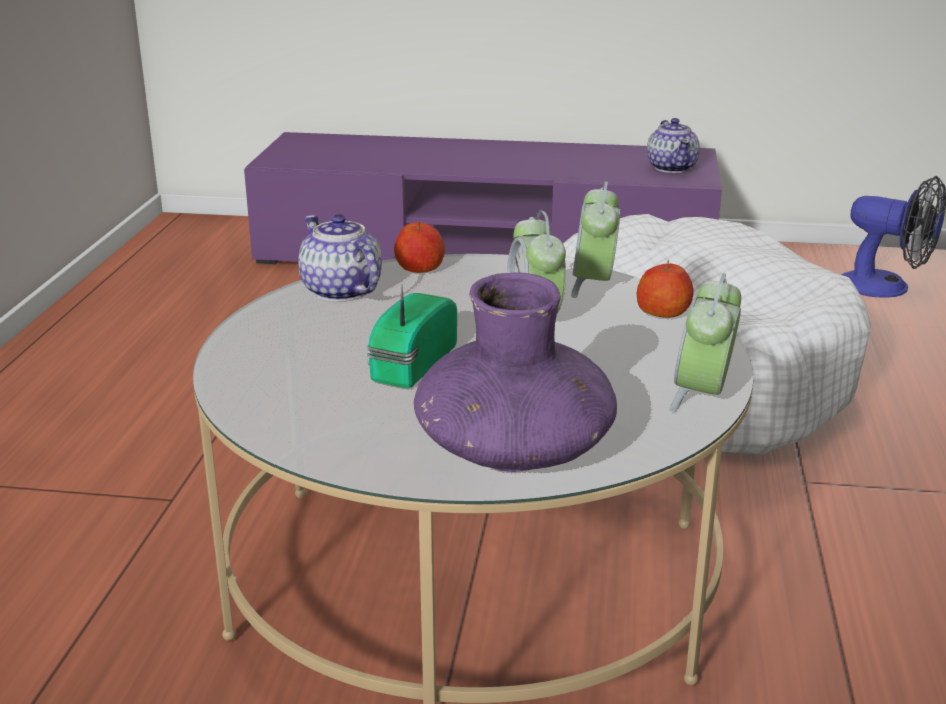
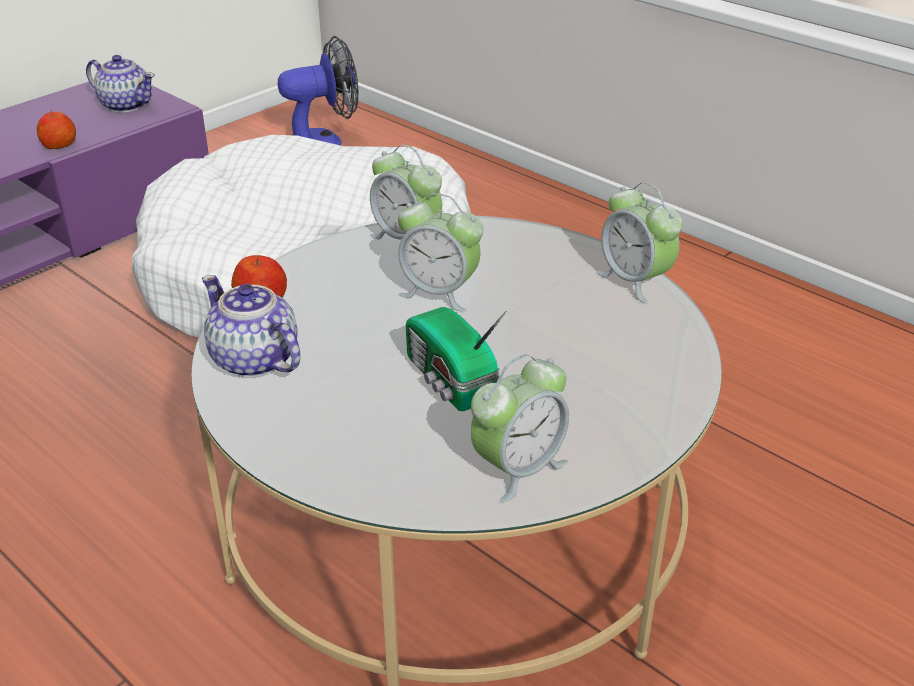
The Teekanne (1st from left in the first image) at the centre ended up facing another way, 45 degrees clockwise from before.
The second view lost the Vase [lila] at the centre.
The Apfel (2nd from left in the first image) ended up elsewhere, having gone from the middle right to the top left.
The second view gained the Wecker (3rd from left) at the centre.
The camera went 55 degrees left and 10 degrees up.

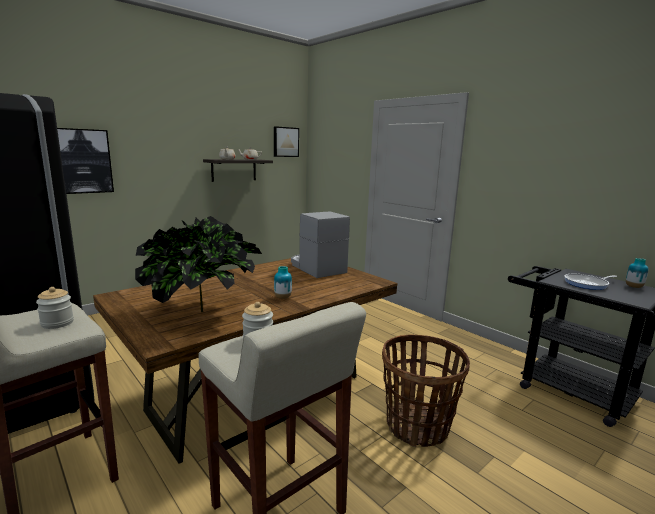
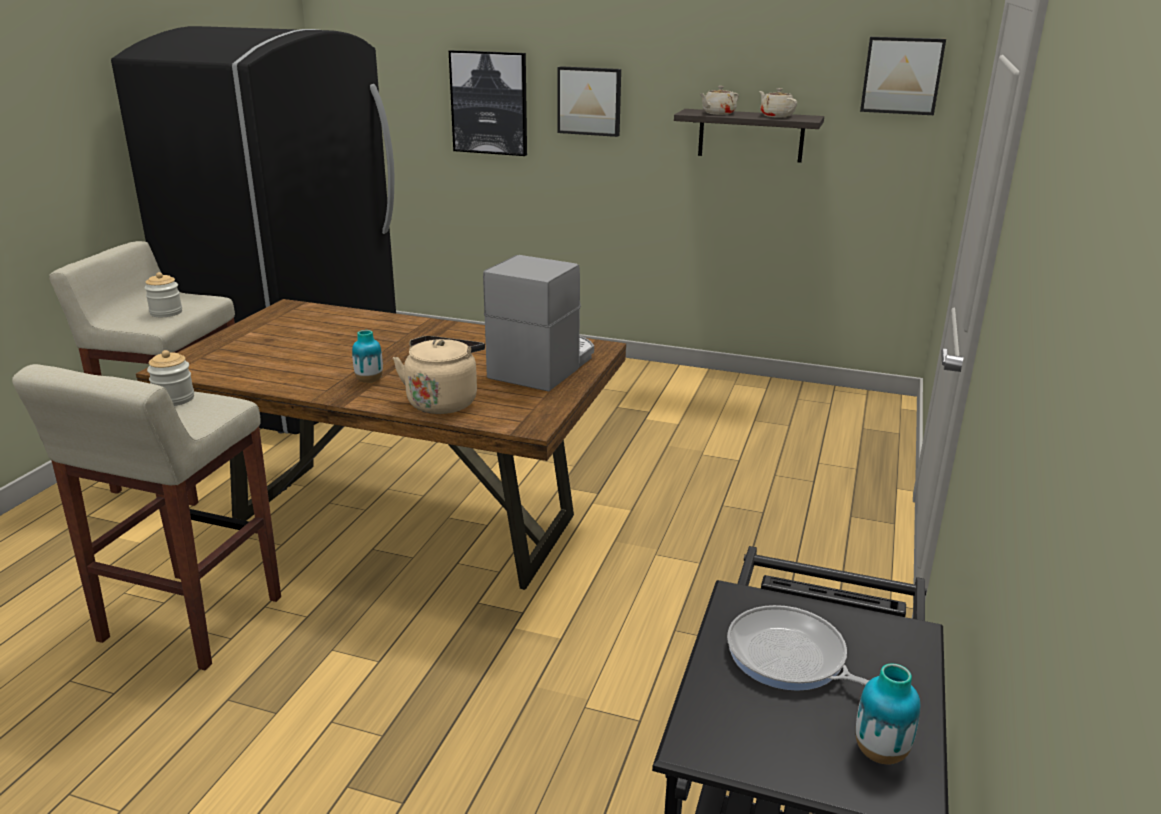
The second view lost the Topfpflanze at the middle left.
The second view lost the Korb at the bottom centre.
The second view gained the Wasserkessel [beige] at the centre.
The second view gained the Bild (2nd from left) at the top centre.
The camera went 60 degrees right and 10 degrees up.

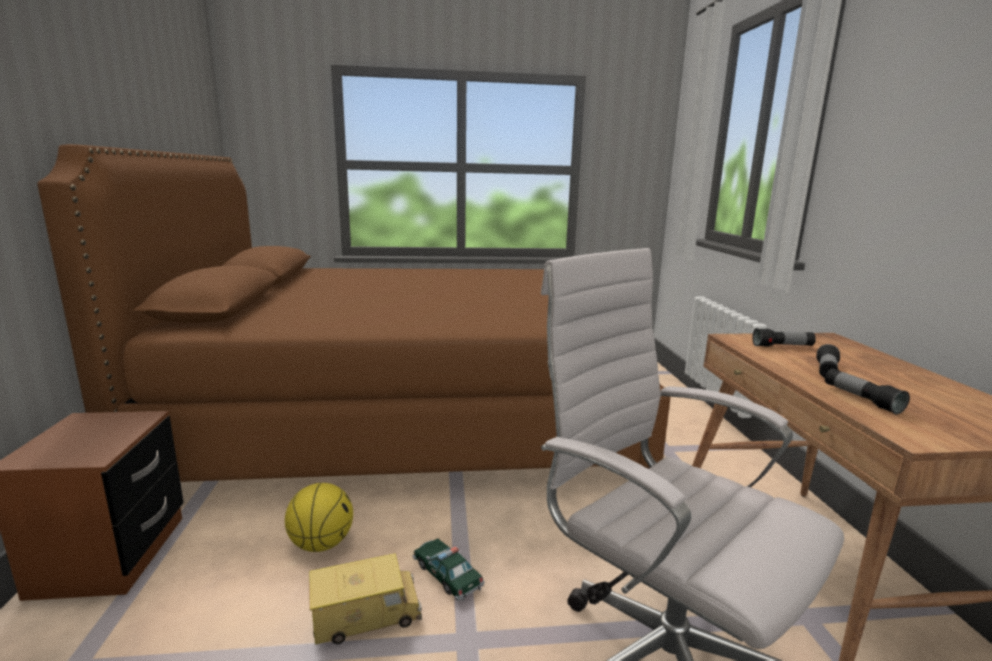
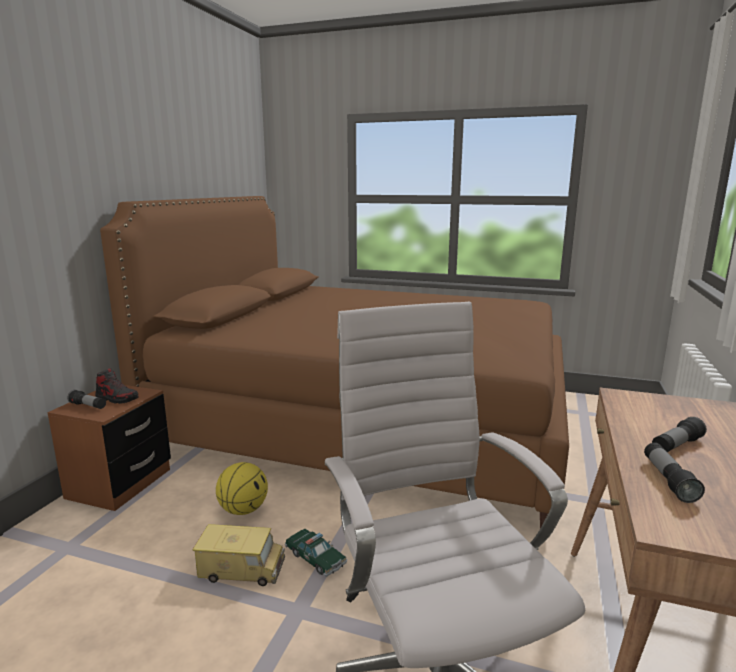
The Spielzeugauto at the bottom centre ended up facing another way, 150 degrees clockwise from before.
The Taschenlampe (1st from left) ended up elsewhere, having gone from the middle right to the middle left.
The second view gained the Schuh at the middle left.
The camera went 25 degrees right and 0 degrees up.

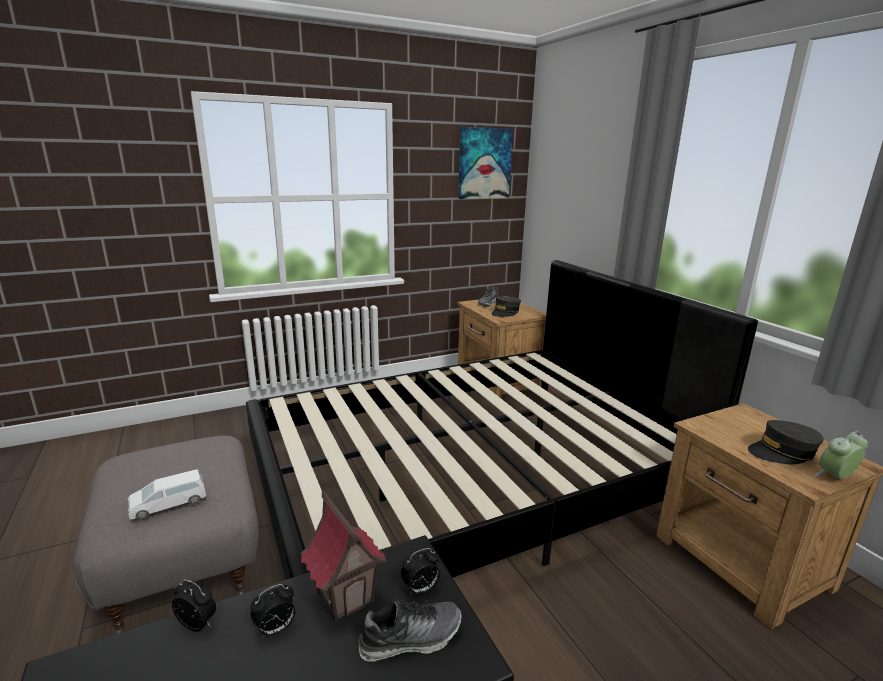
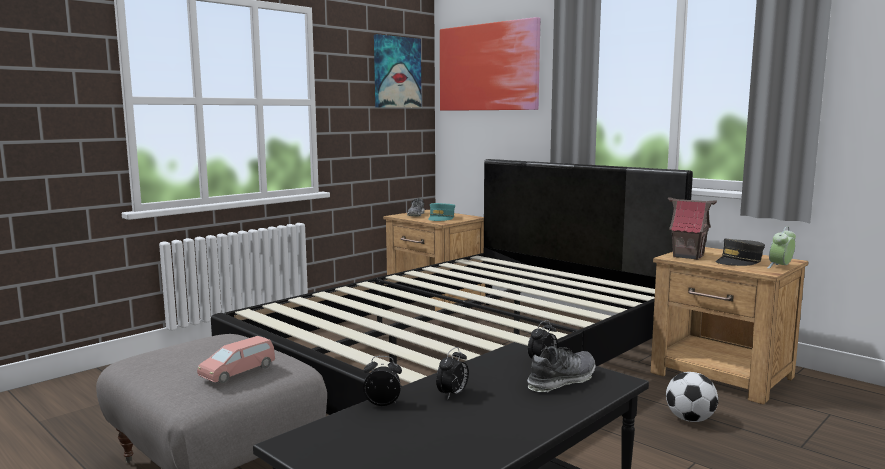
What was the Spielzeugauto [weiß] at the bottom left turned into the Spielzeugauto [rosa] at the bottom left.
The Spielzeughaus ended up elsewhere, having gone from the bottom centre to the middle right.
What was the Kappe [grau] (1st from left) at the centre turned into the Kappe [türkis] at the centre.
The second view gained the Bild (2nd from left) at the top centre.
The second view gained the Fußball at the bottom right.
The camera went 20 degrees left and 10 degrees down.

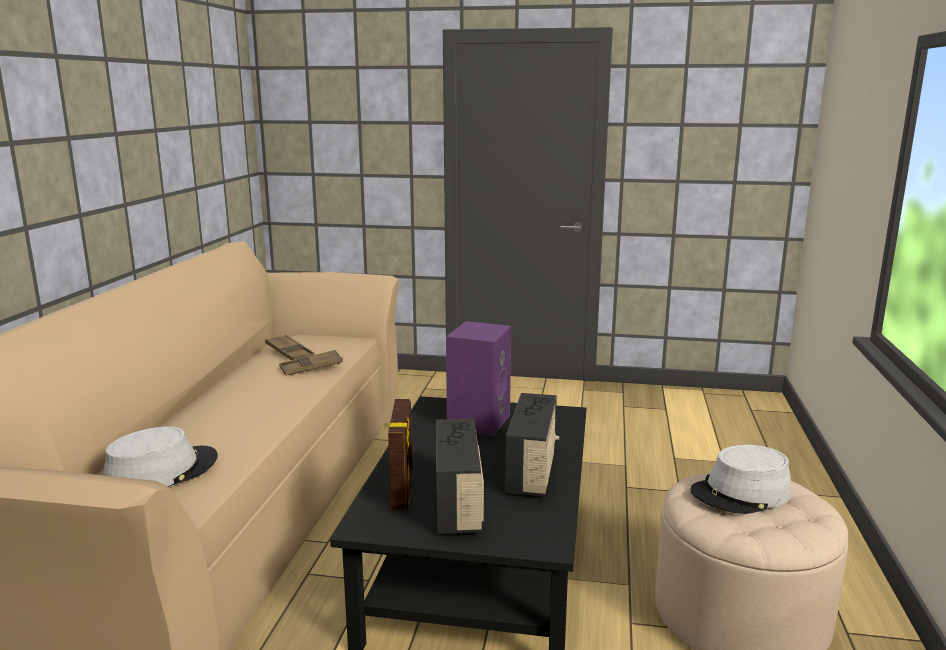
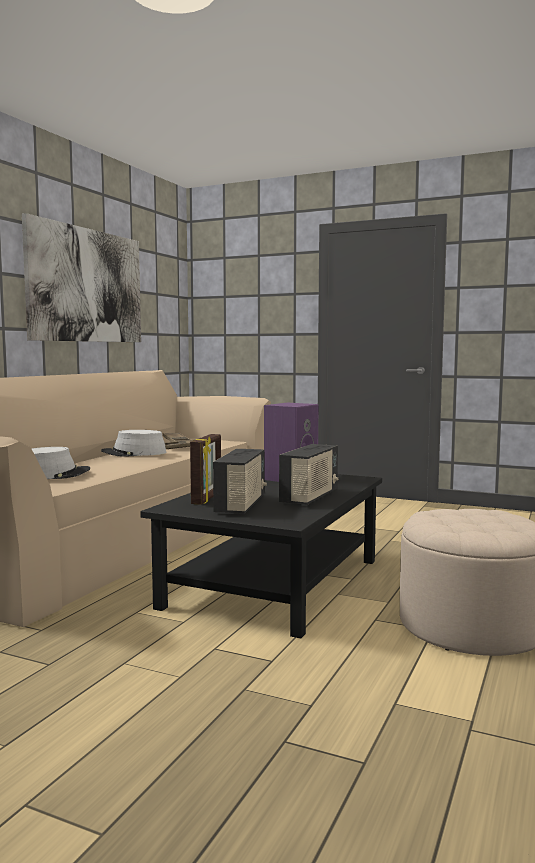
The Hut [grau] (2nd from left) ended up elsewhere, having gone from the bottom right to the middle left.
The second view gained the Bild at the top left.
The camera went 15 degrees right and 10 degrees down.

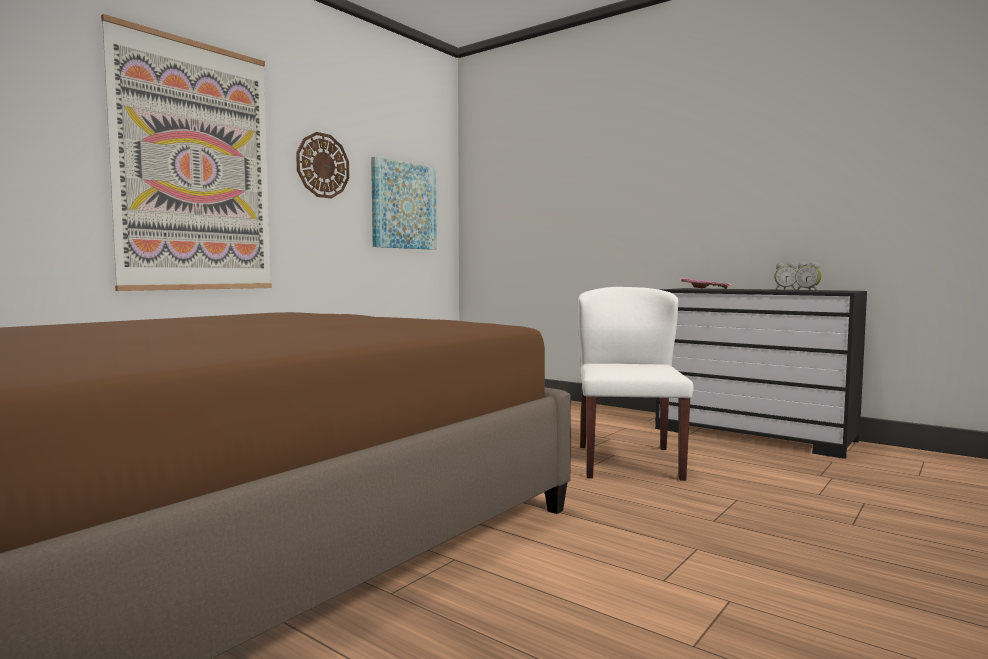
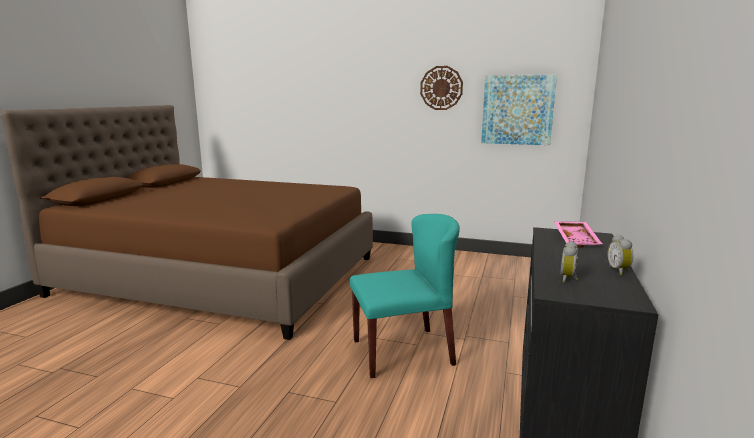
The second view lost the Bild (1st from left) at the top left.
What was the Stuhl [weiß] at the centre turned into the Stuhl [türkis] at the bottom centre.
The camera went 70 degrees right and 10 degrees up.

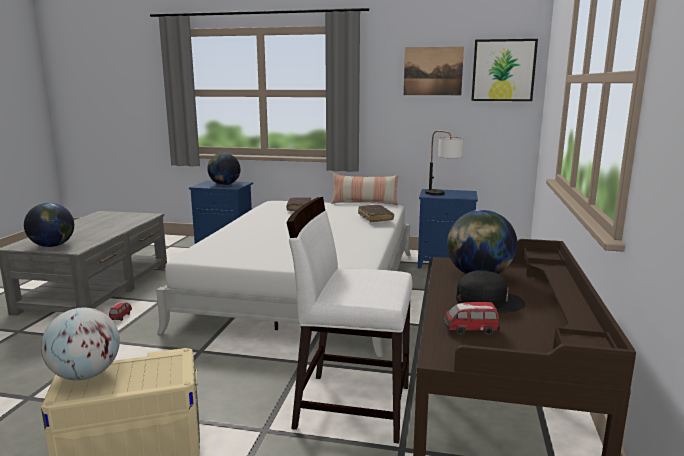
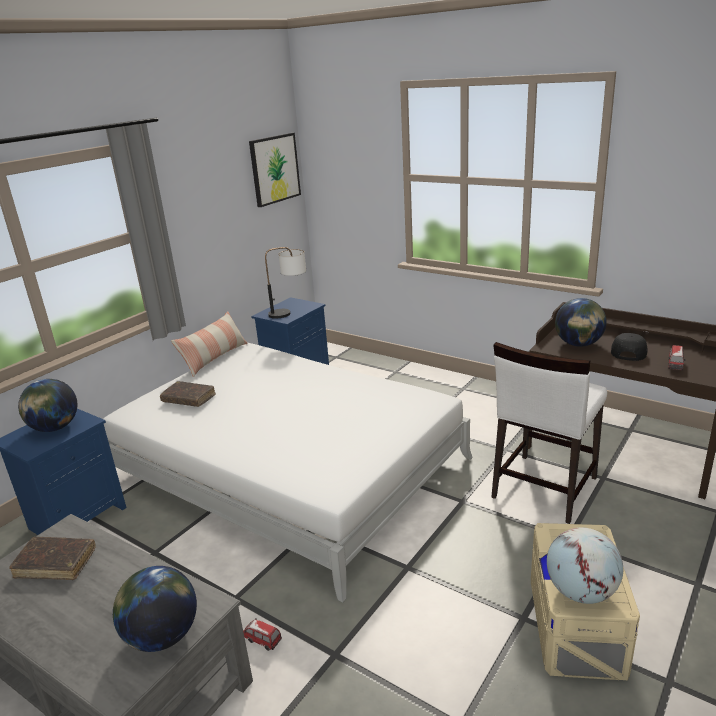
The Buch [braun] (2nd from left in the first image) ended up elsewhere, having gone from the centre to the bottom left.
The second view lost the Bild (1st from left) at the top centre.
The camera went 65 degrees left and 10 degrees up.

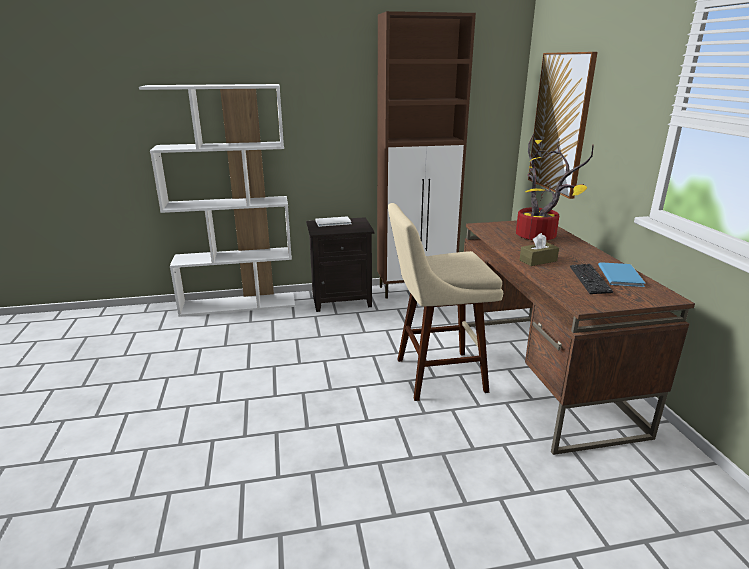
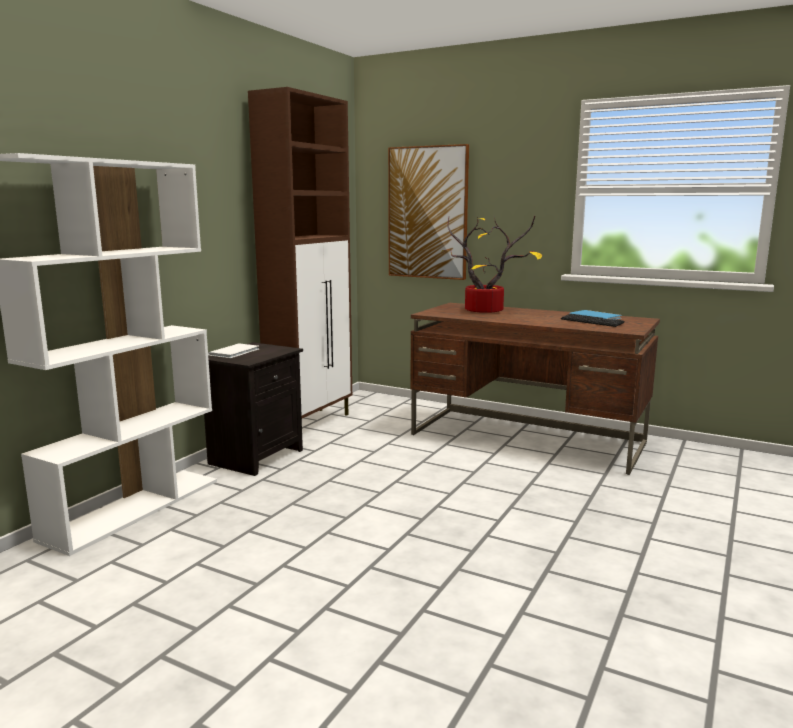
The second view lost the Hocker [beige] at the centre.
The second view lost the Taschentuchbox [braun] at the middle right.
The camera went 50 degrees left and 10 degrees down.

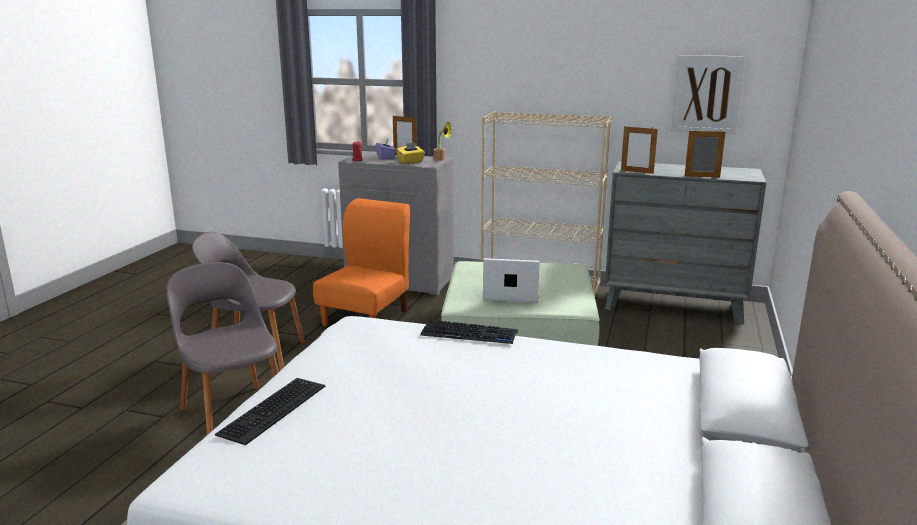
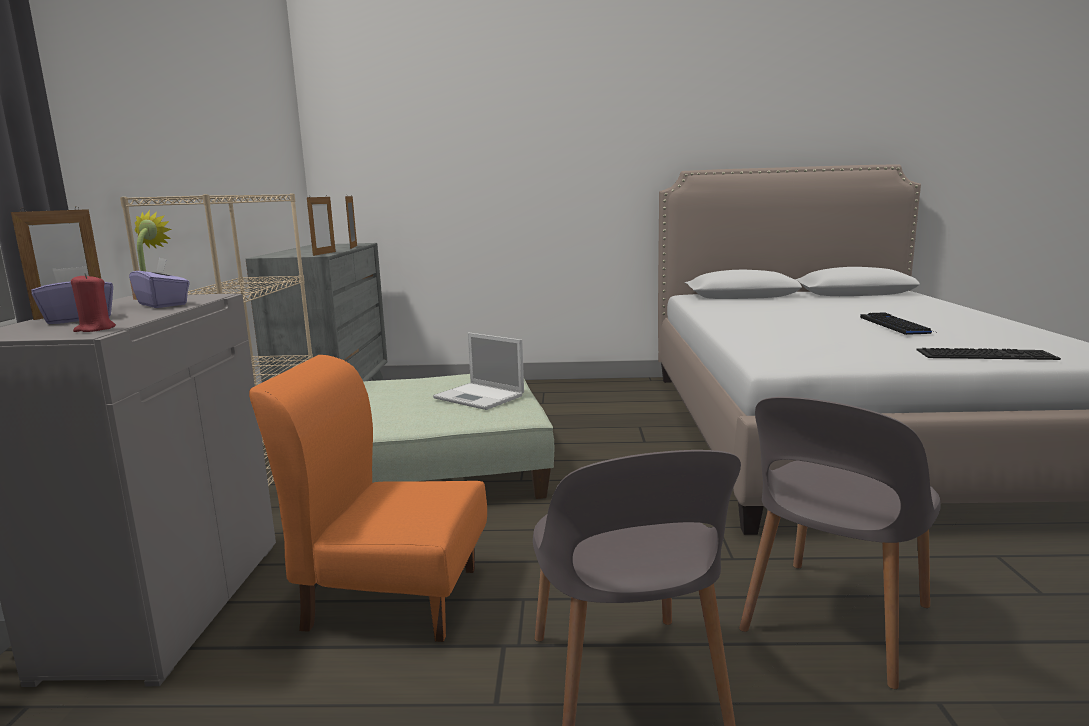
What was the Taschentuchbox [gelb] at the top centre turned into the Taschentuchbox [lila] (2nd from left) at the middle left.
The Tastatur (2nd from left in the first image) ended up elsewhere, having gone from the centre to the middle right.
The Laptop at the centre ended up facing another way, 45 degrees counterclockwise from before.
The second view lost the Bild at the top right.
The camera went 105 degrees left and 5 degrees down.

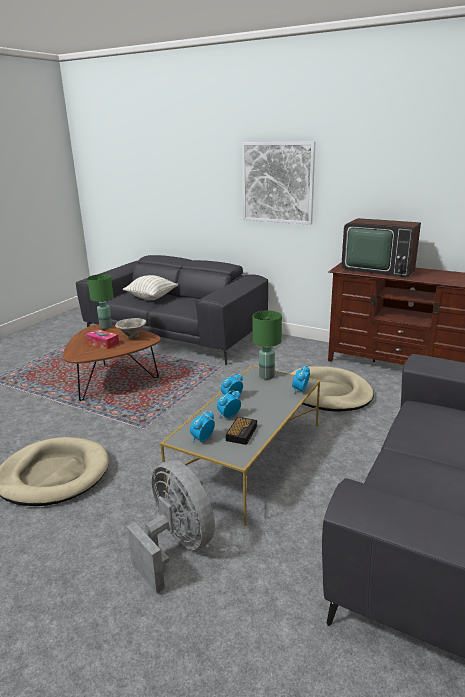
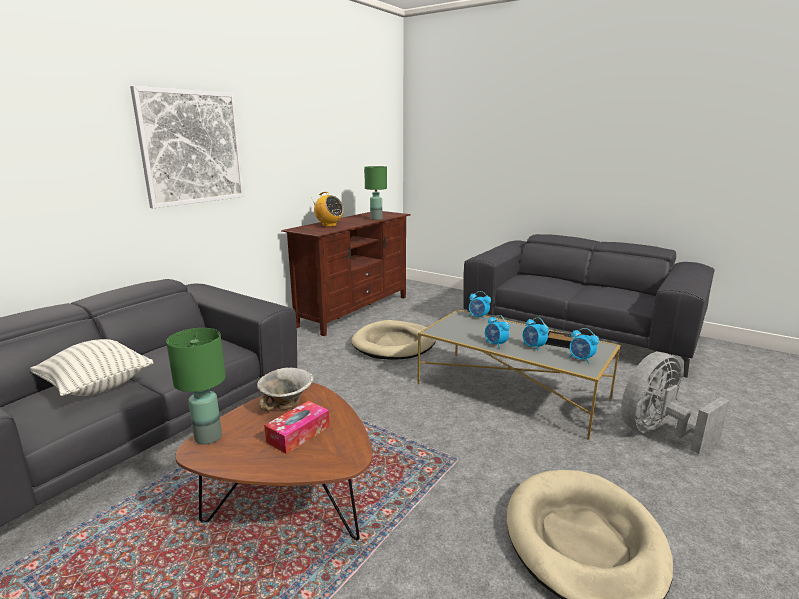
The Tischlampe [grün] (2nd from left) ended up elsewhere, having gone from the centre to the top centre.
Where the Fernseher stood at the middle right, the Radio came to stand at the centre.
The camera went 85 degrees left and 5 degrees down.

